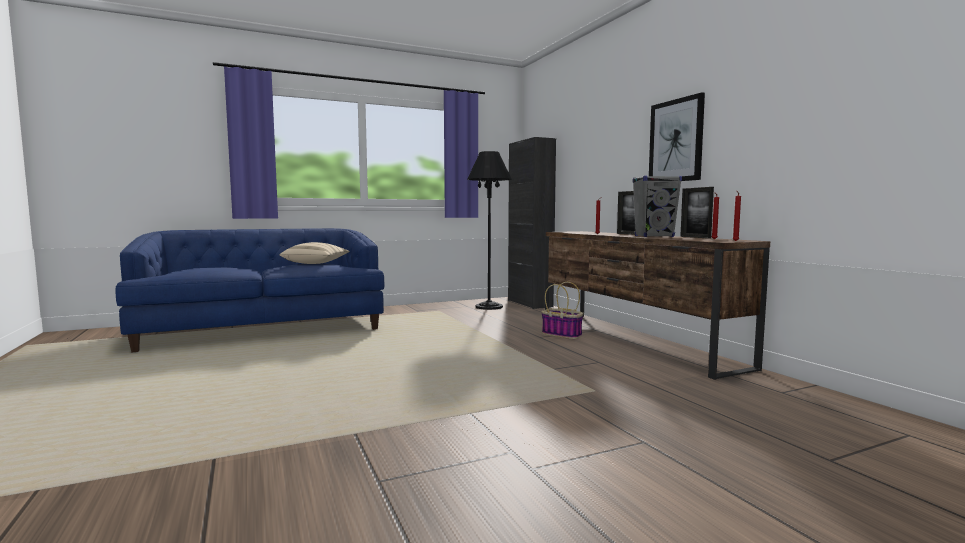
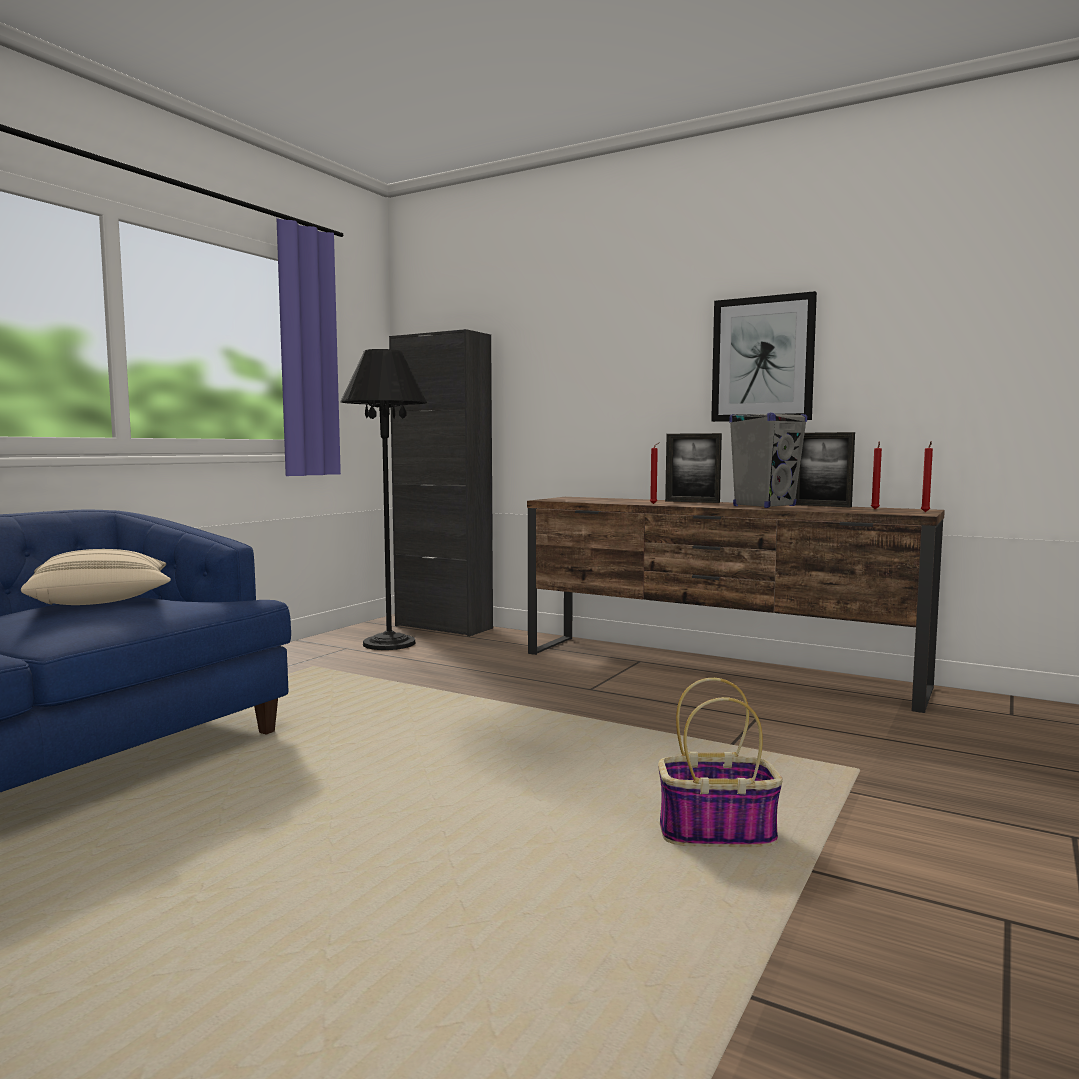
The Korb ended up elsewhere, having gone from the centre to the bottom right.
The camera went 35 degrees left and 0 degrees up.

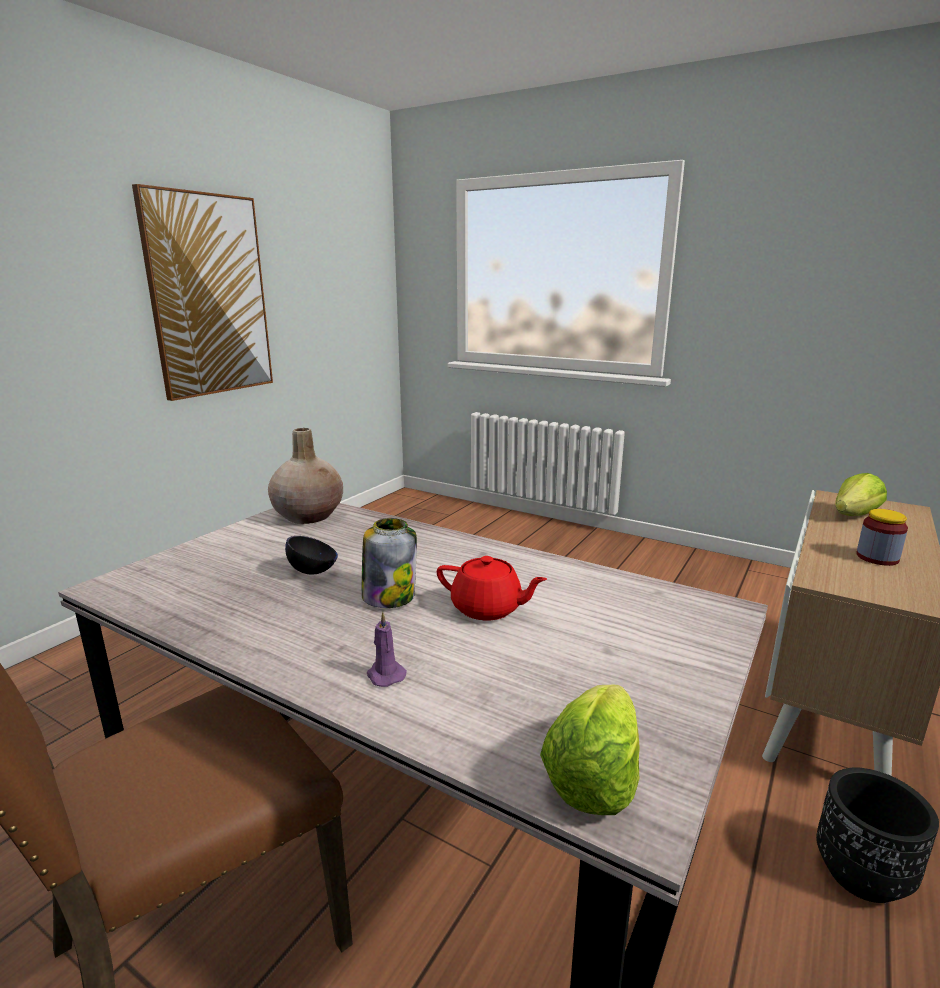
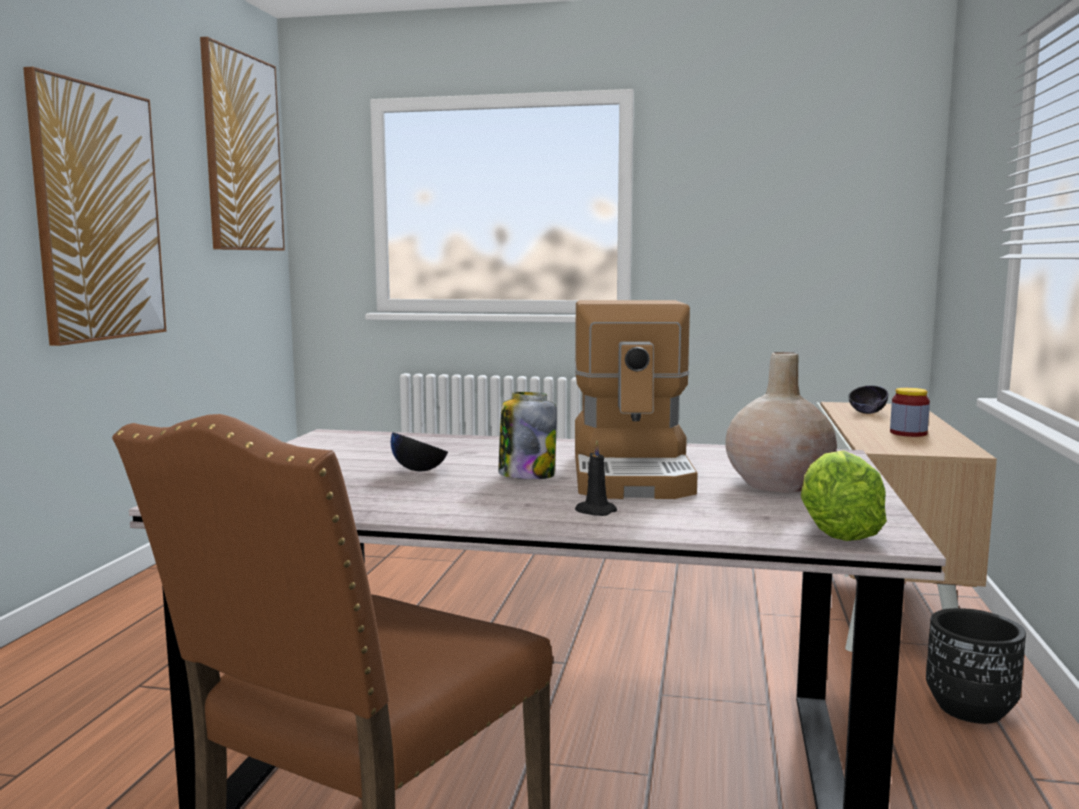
The Vase [beige] ended up elsewhere, having gone from the middle left to the middle right.
What was the Kerze [lila] at the centre turned into the Kerze [schwarz] at the centre.
Where the Teekanne [rot] stood at the centre, the Kaffeemaschine came to stand at the centre.
Where the Salatkopf (2nd from left) stood at the middle right, the Schüssel [schwarz] (2nd from left) came to stand at the middle right.
The second view gained the Bild (2nd from left) at the top left.
The camera went 20 degrees left and 10 degrees down.

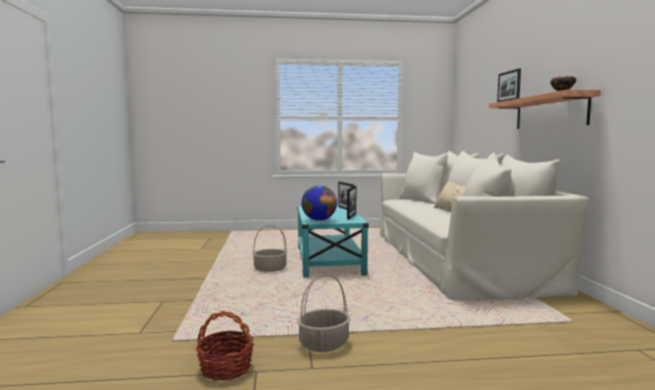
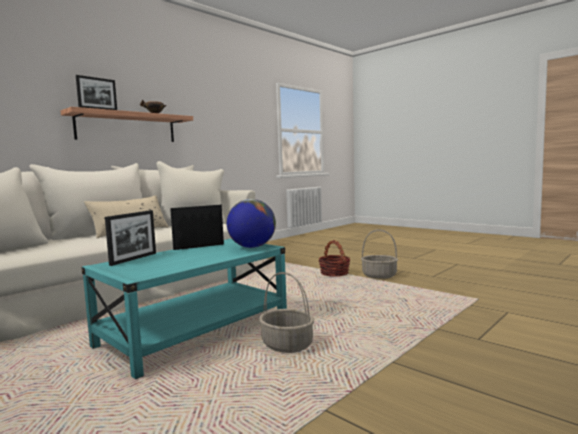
The Korb (1st from left in the first image) ended up elsewhere, having gone from the bottom centre to the centre.
The camera went 130 degrees left and 0 degrees up.

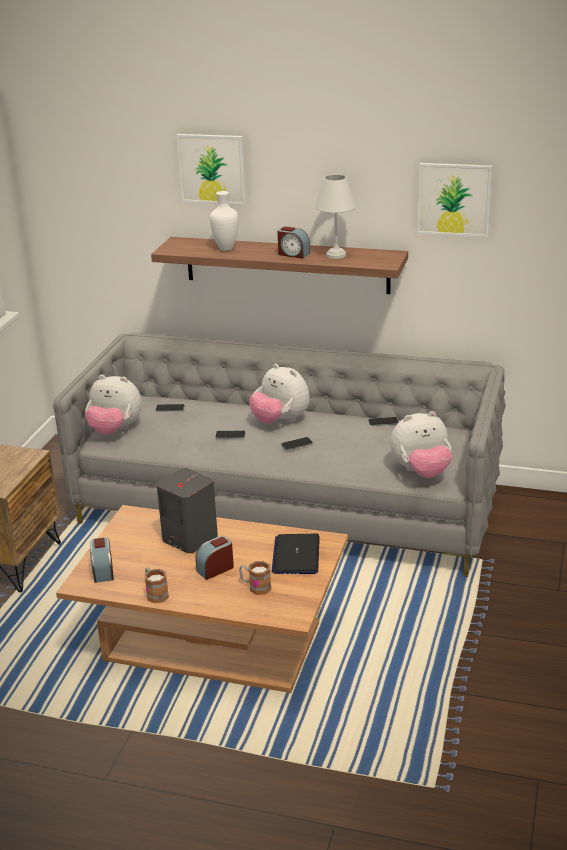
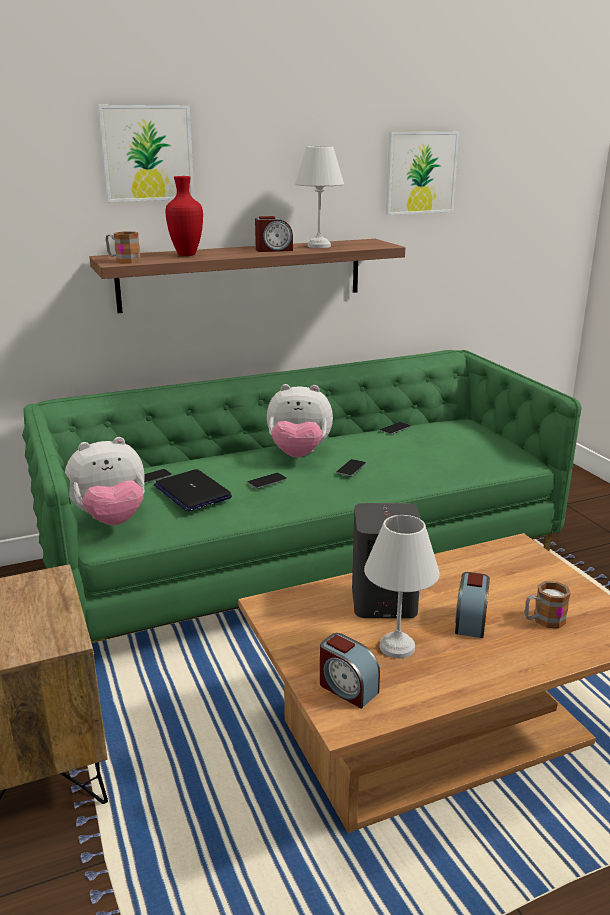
What was the Sofa [grau] at the centre turned into the Sofa [grün] at the centre.
The Henkelbecher (1st from left) ended up elsewhere, having gone from the bottom left to the top left.
What was the Vase [weiß] at the top centre turned into the Vase [rot] at the top left.
The Laptop ended up elsewhere, having gone from the centre to the middle left.
The second view lost the Plüschtier (3rd from left) at the middle right.
The second view gained the Tischlampe [weiß] (2nd from left) at the centre.
The camera went 40 degrees left and 5 degrees down.

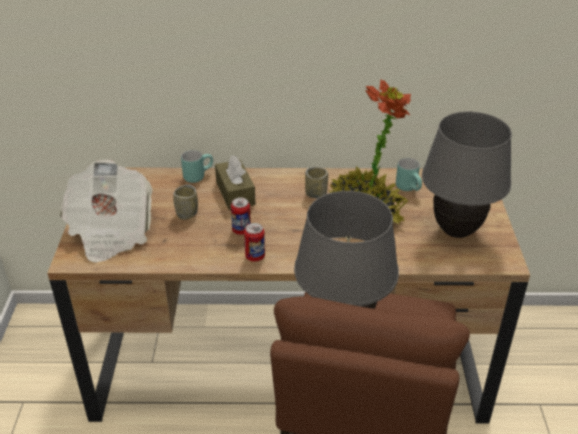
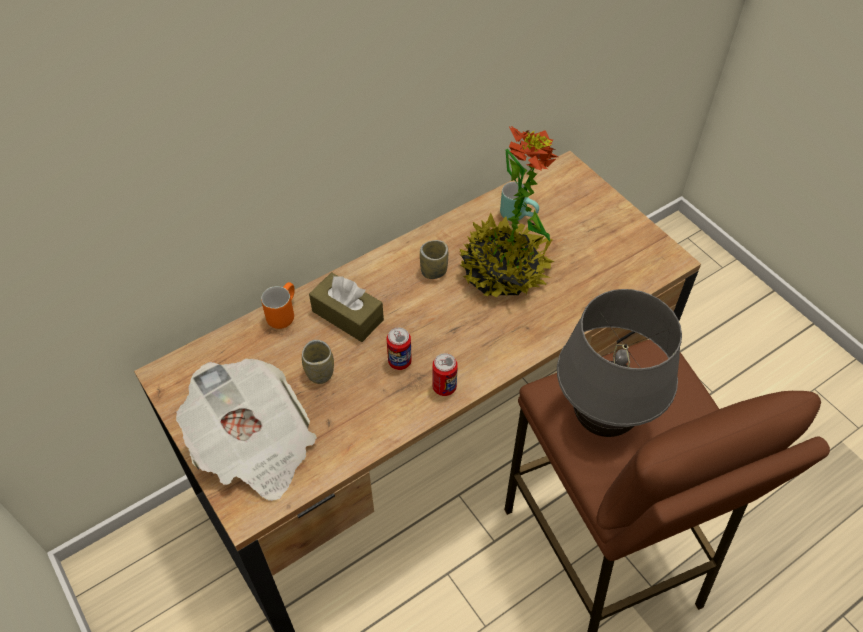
What was the Henkelbecher [türkis] (1st from left) at the centre turned into the Henkelbecher [orange] at the middle left.
The second view lost the Tischlampe [grau] (2nd from left) at the middle right.
The camera went 35 degrees left and 15 degrees up.

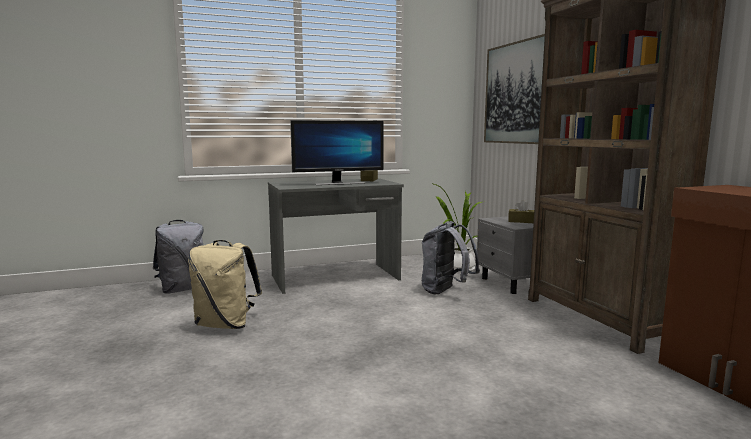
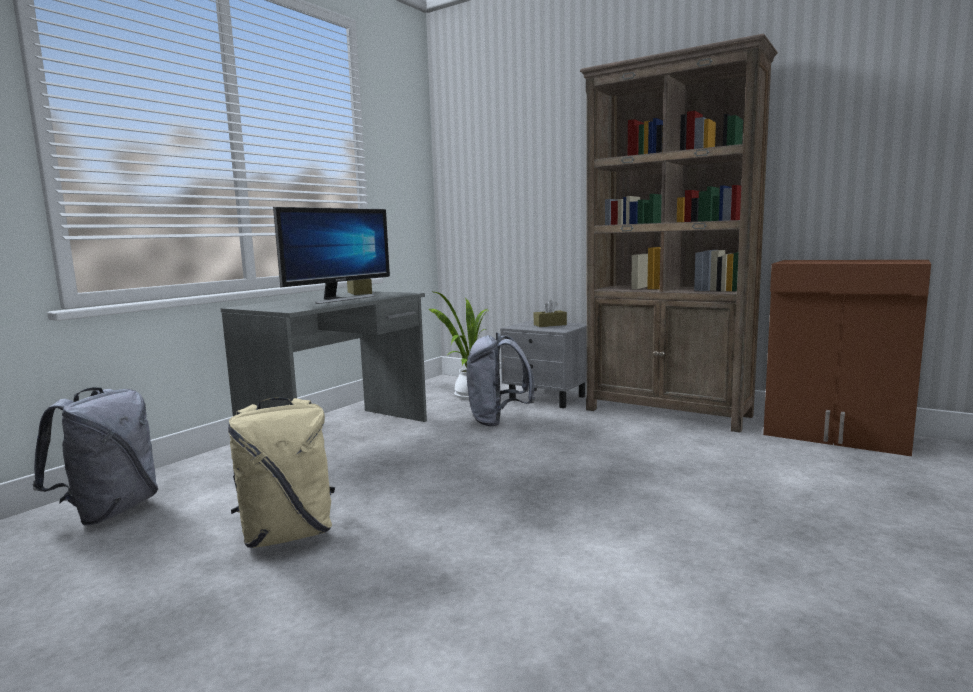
The second view lost the Bild at the top right.
The camera went 35 degrees left and 0 degrees up.

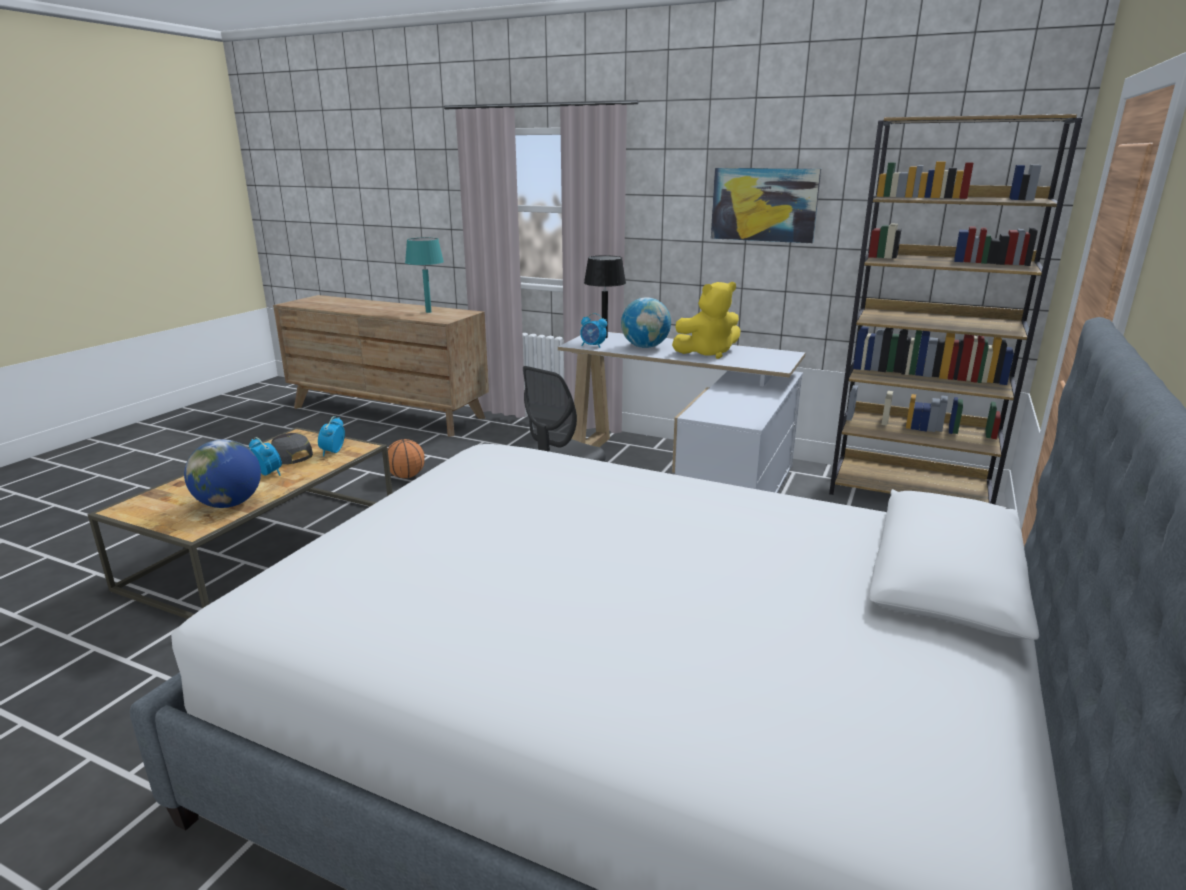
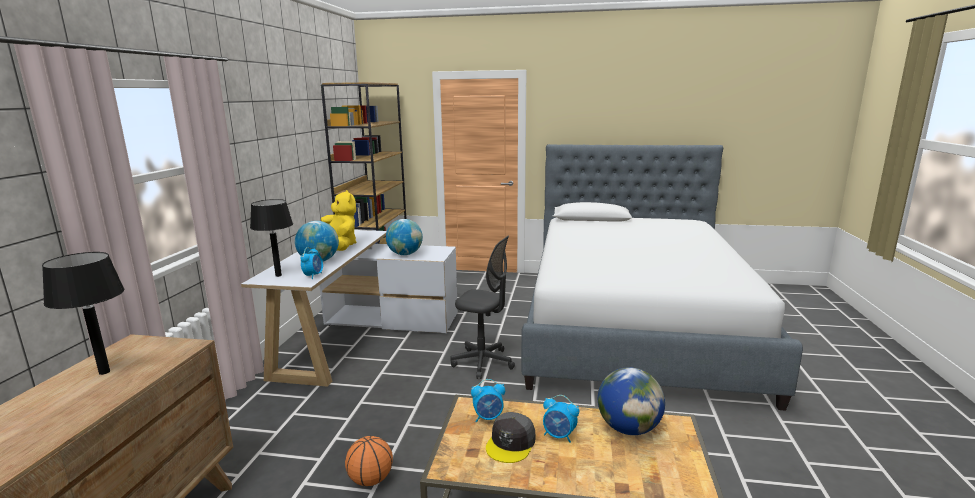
The Wecker (1st from left in the first image) at the middle left ended up facing another way, 90 degrees counterclockwise from before.
What was the Tischlampe [türkis] at the top centre turned into the Tischlampe [schwarz] (1st from left) at the middle left.
The second view lost the Bild at the top centre.
The second view gained the Globus (2nd from left) at the centre.
The camera went 105 degrees left and 5 degrees down.

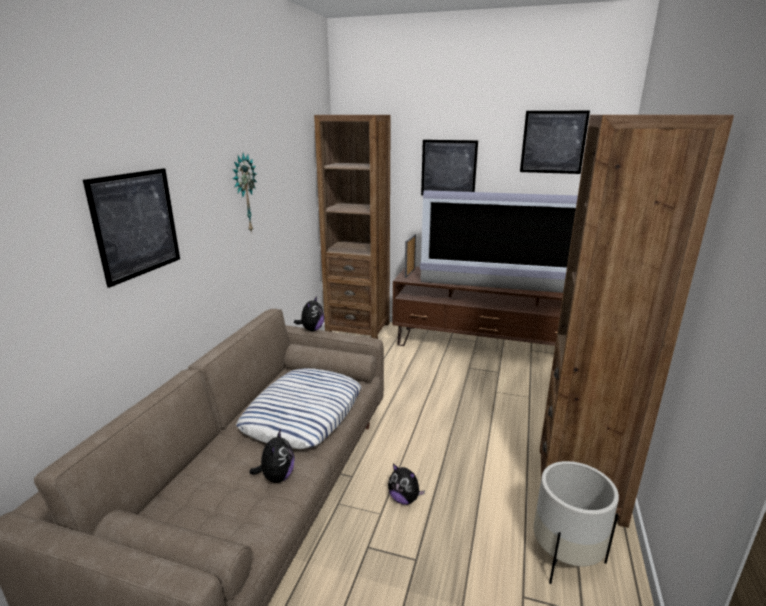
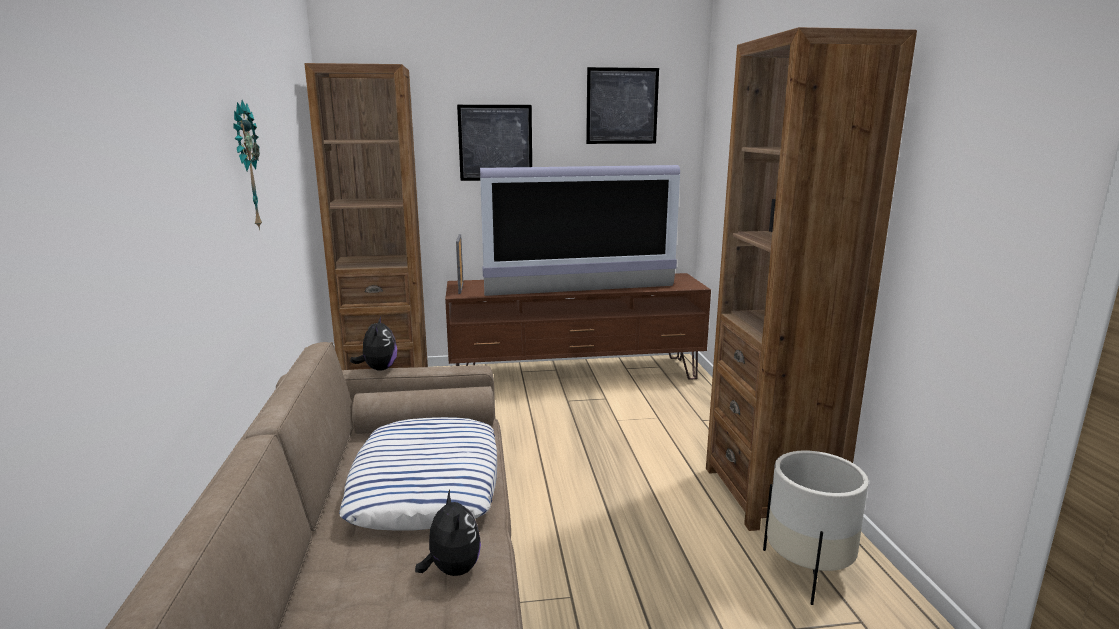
The second view lost the Bild (1st from left) at the middle left.
The second view lost the Plüschtier (3rd from left) at the bottom centre.
The camera went 25 degrees left and 5 degrees down.

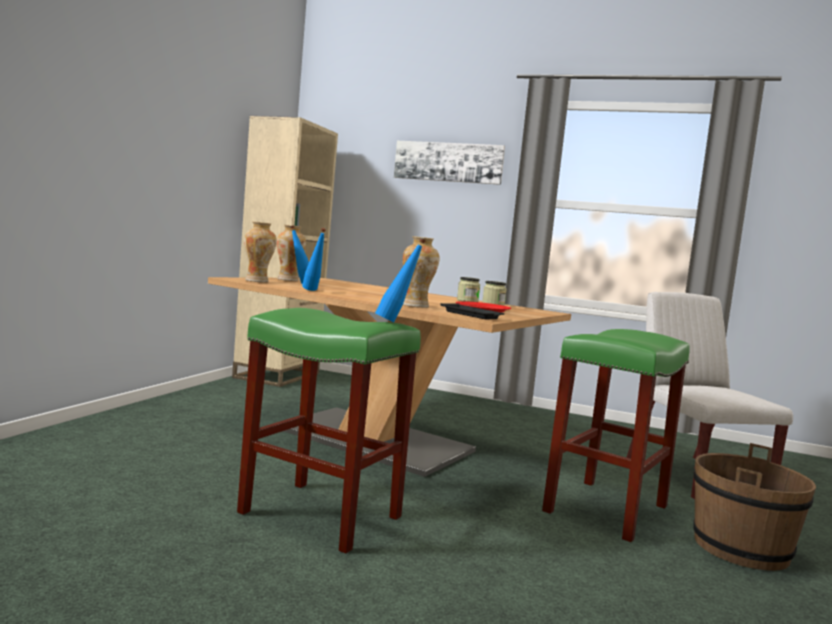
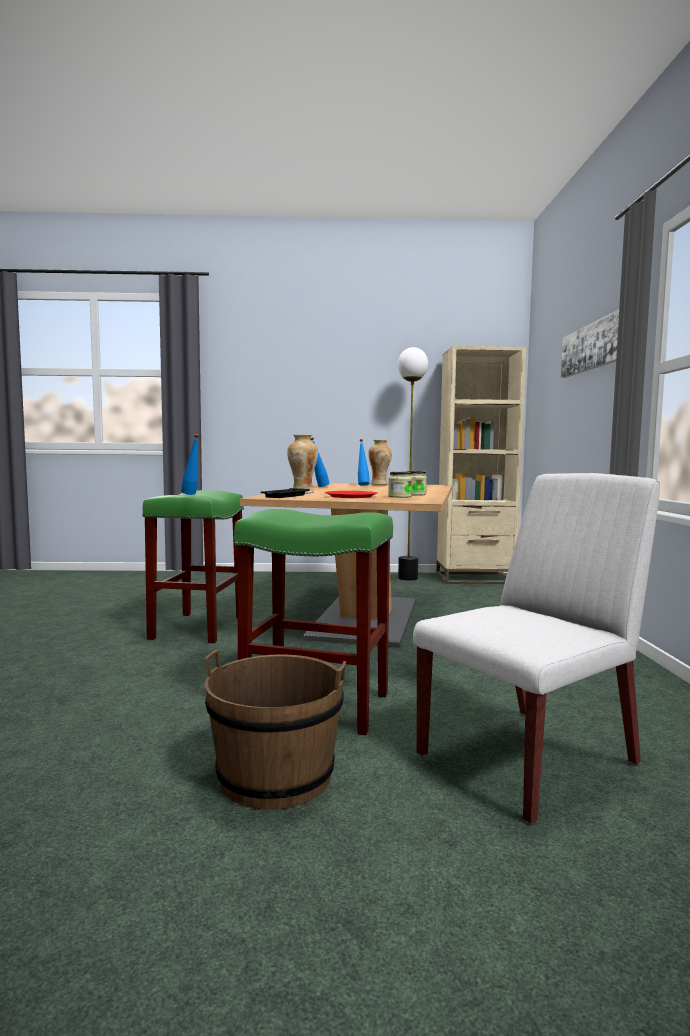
The second view lost the Vase (1st from left) at the middle left.
The second view gained the Stehlampe at the centre.
The camera went 70 degrees right and 0 degrees up.

